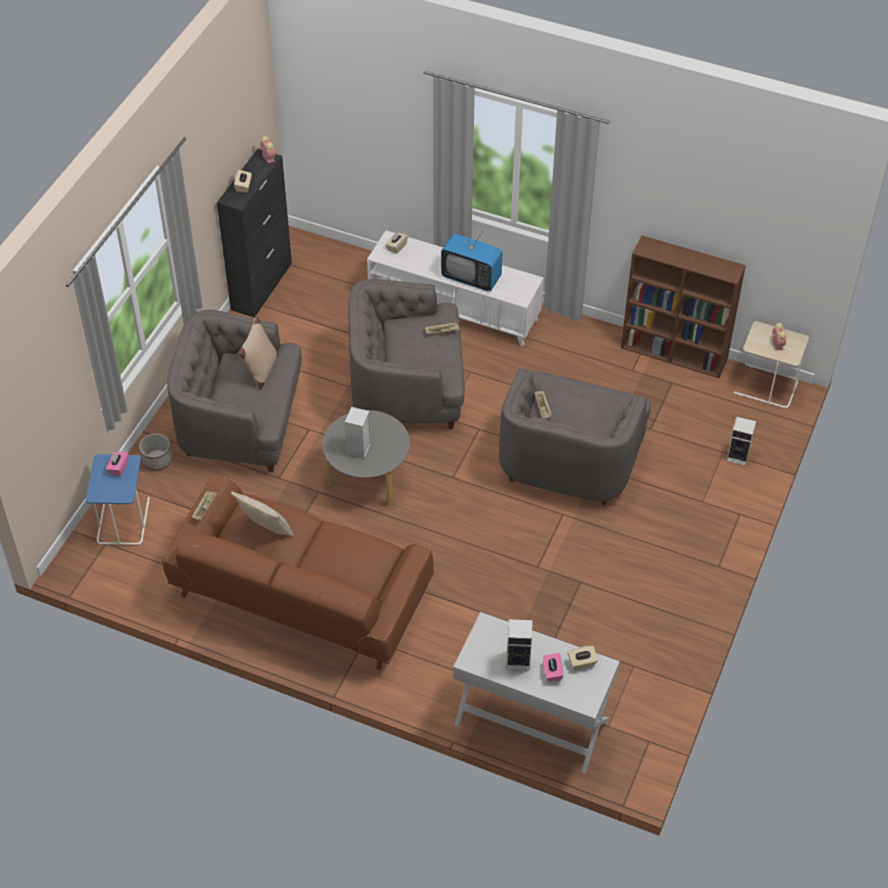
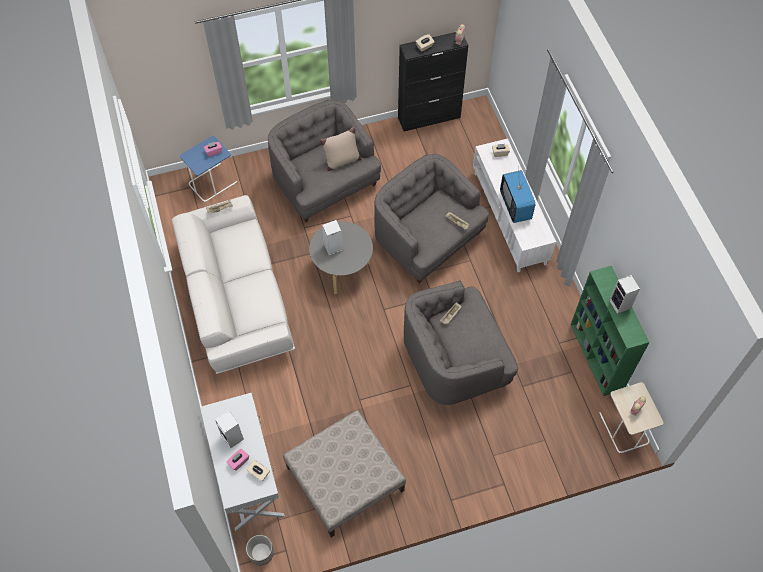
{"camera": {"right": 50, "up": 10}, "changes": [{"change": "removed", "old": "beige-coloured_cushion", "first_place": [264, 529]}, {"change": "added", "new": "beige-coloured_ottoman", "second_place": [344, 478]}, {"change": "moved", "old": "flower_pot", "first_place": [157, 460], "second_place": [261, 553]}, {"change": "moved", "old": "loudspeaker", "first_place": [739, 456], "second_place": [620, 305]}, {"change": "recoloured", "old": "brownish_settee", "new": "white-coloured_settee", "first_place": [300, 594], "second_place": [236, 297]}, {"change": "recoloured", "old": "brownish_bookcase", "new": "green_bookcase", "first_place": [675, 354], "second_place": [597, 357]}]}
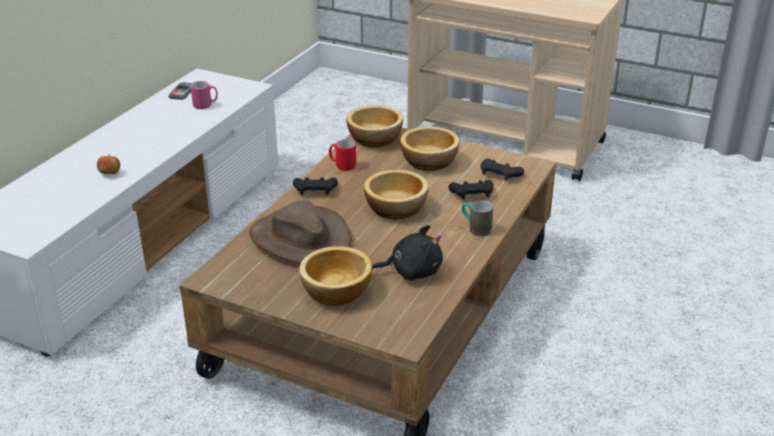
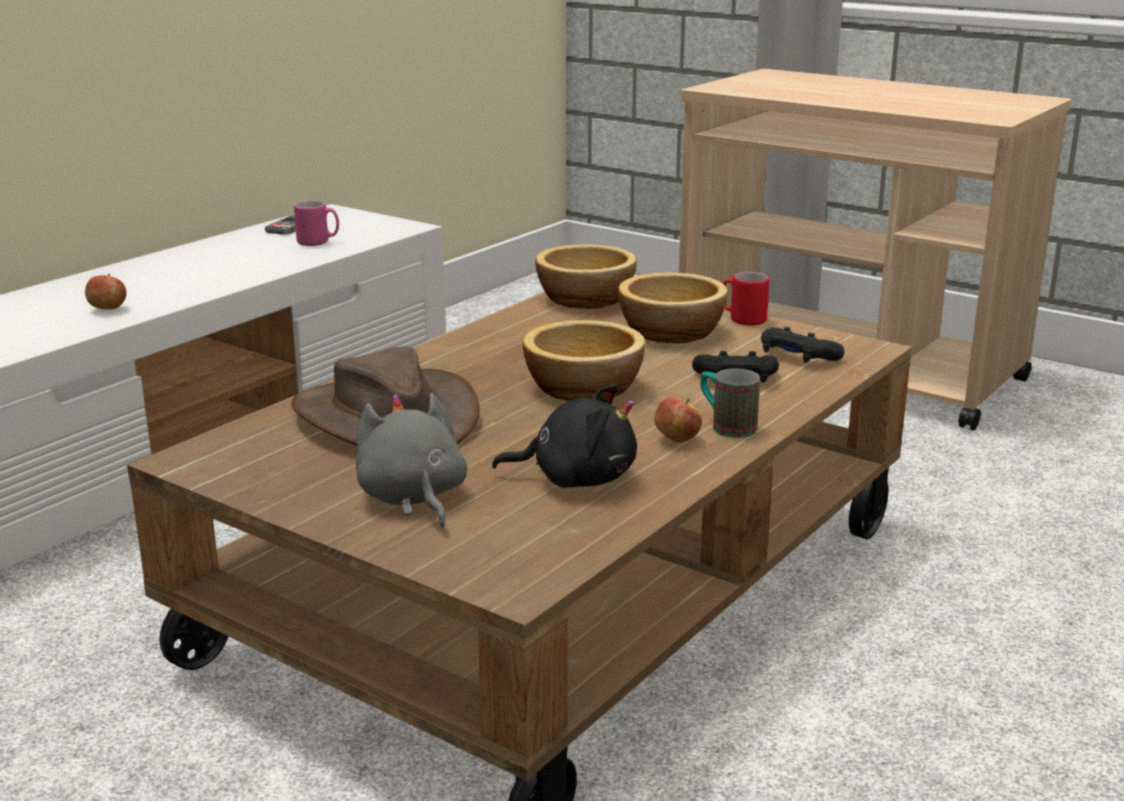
{"camera": {"right": 10, "up": -10}, "changes": [{"change": "removed", "old": "black-coloured_gamepad", "first_place": [315, 191]}, {"change": "added", "new": "whole_apple", "second_place": [676, 440]}, {"change": "moved", "old": "red_mug", "first_place": [342, 166], "second_place": [742, 320]}, {"change": "replaced", "old": "deep_dish", "new": "grey_cuddly_toy", "first_place": [336, 292], "second_place": [412, 498]}]}
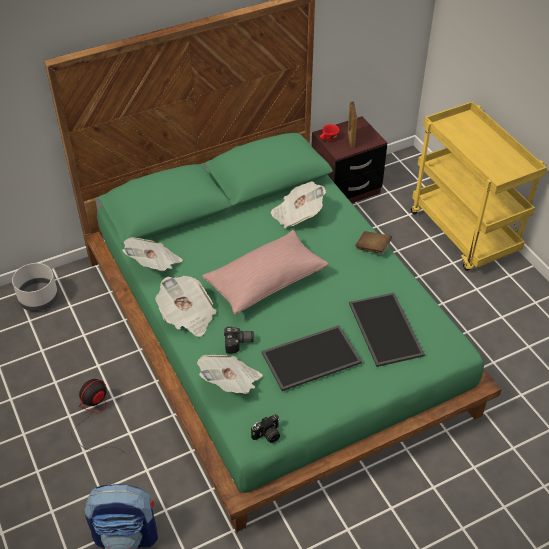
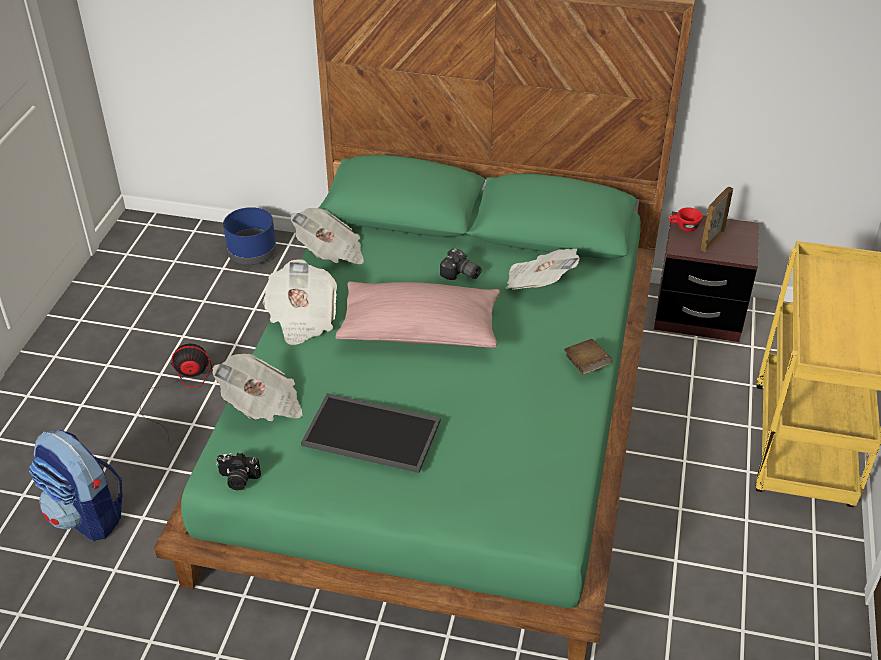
{"camera": {"right": 40, "up": -5}, "changes": [{"change": "removed", "old": "serving_tray", "first_place": [387, 329]}, {"change": "moved", "old": "photo_camera", "first_place": [239, 344], "second_place": [460, 274]}, {"change": "recoloured", "old": "grey_flower_pot", "new": "blue_flower_pot", "first_place": [39, 298], "second_place": [253, 253]}]}
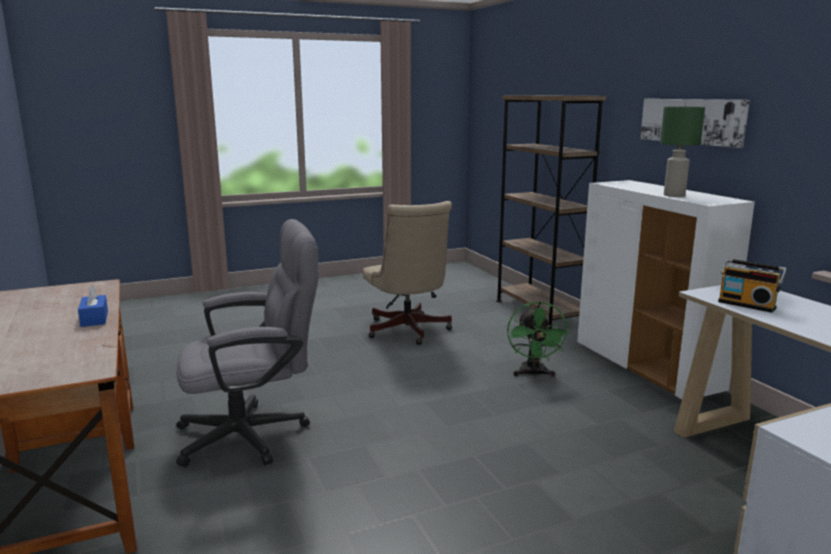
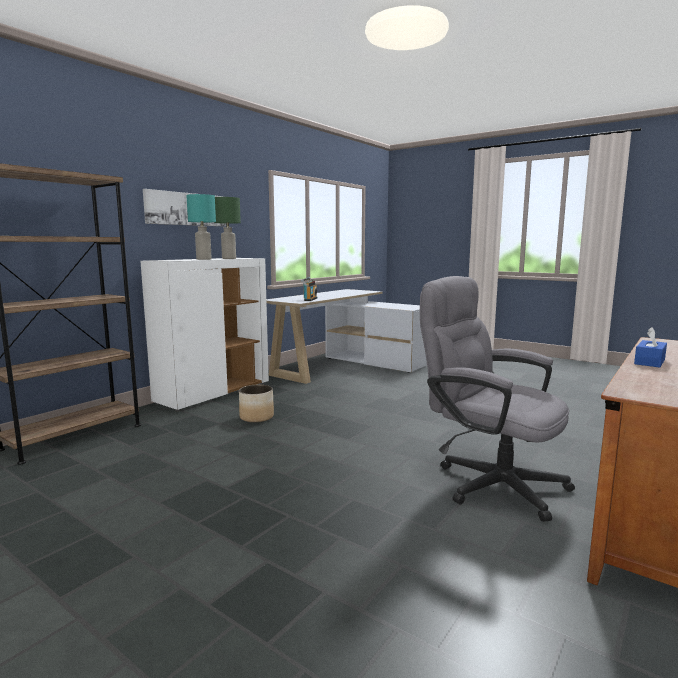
{"camera": {"right": -120, "up": -5}, "changes": [{"change": "removed", "old": "beige-coloured_office_chair", "first_place": [408, 331]}, {"change": "added", "new": "turquoise_table_lamp", "second_place": [204, 259]}, {"change": "replaced", "old": "green_fan", "new": "flower_pot", "first_place": [533, 374], "second_place": [256, 417]}]}
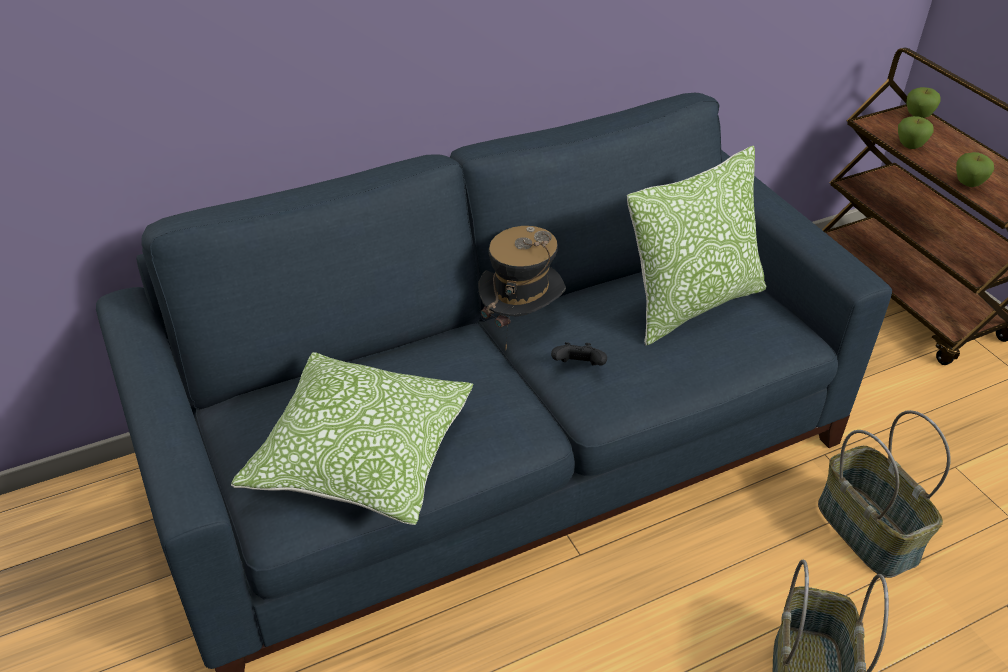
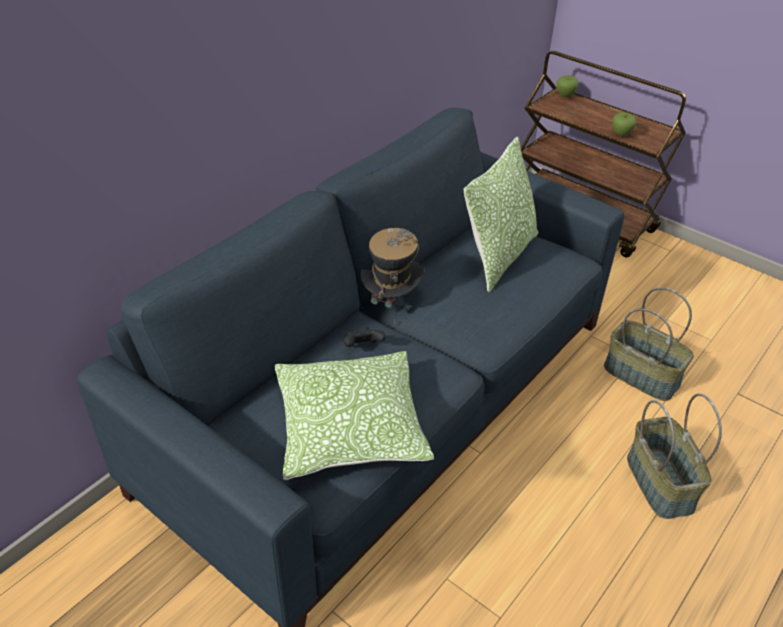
{"camera": {"right": -25, "up": 0}, "changes": [{"change": "removed", "old": "whole_apple", "first_place": [910, 146]}, {"change": "moved", "old": "black-coloured_gamepad", "first_place": [578, 367], "second_place": [363, 347]}]}
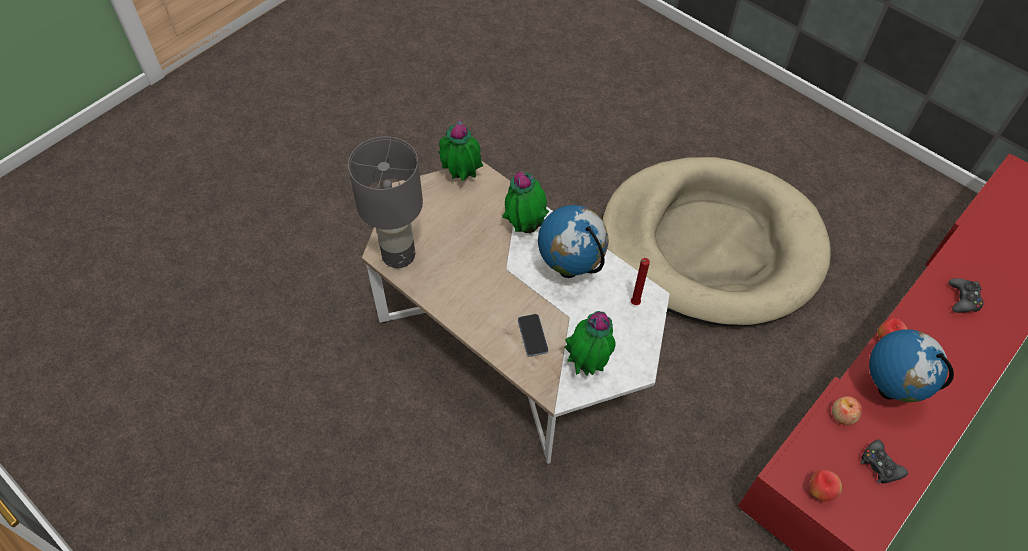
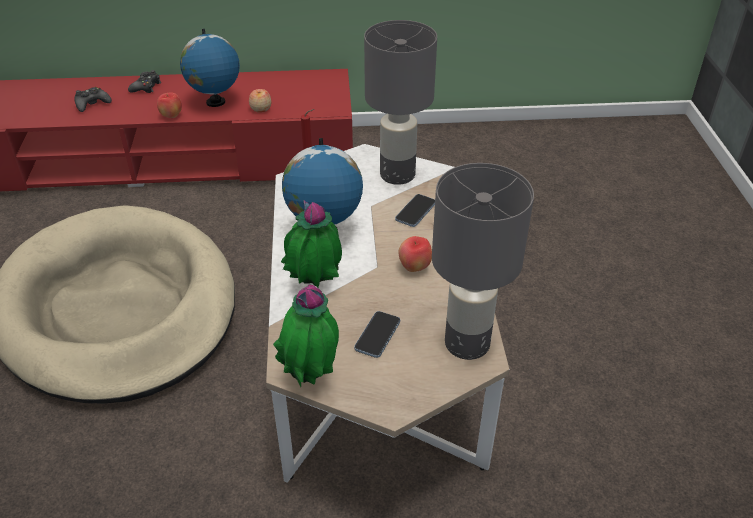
{"camera": {"right": -135, "up": -15}, "changes": [{"change": "added", "new": "telephone", "second_place": [377, 335]}, {"change": "moved", "old": "whole_apple", "first_place": [820, 491], "second_place": [414, 267]}, {"change": "moved", "old": "black-coloured_gamepad", "first_place": [880, 465], "second_place": [146, 87]}, {"change": "replaced", "old": "houseplant", "new": "grey_table_lamp", "first_place": [588, 365], "second_place": [397, 174]}]}
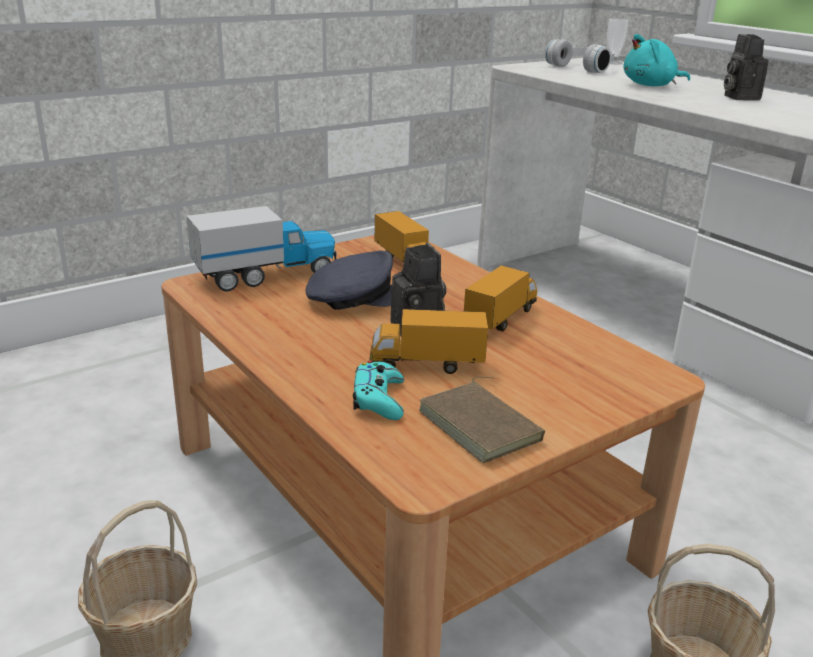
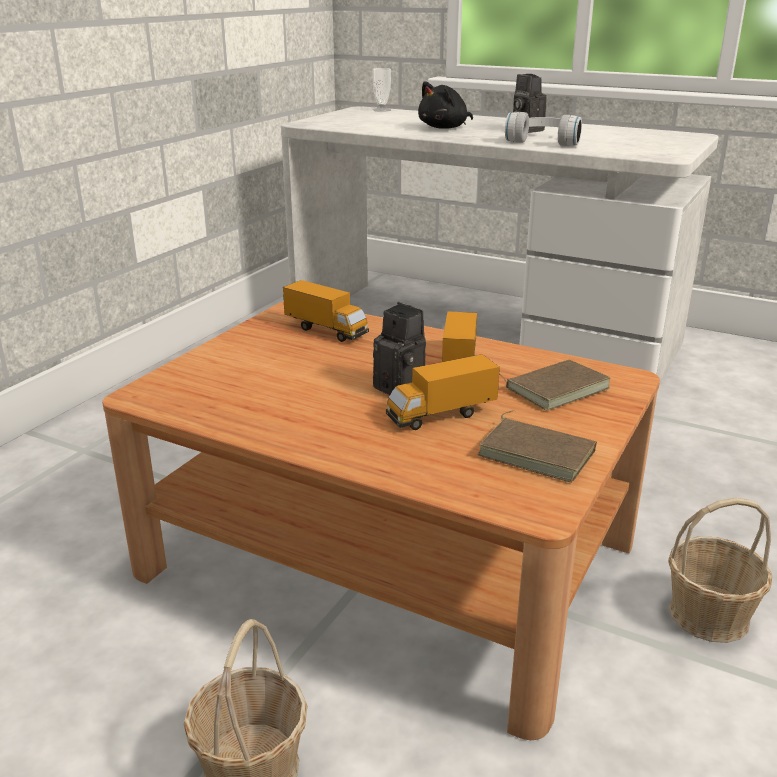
{"camera": {"right": -25, "up": 0}, "changes": [{"change": "removed", "old": "toy_lorry", "first_place": [267, 275]}, {"change": "removed", "old": "grey_cap", "first_place": [352, 298]}, {"change": "removed", "old": "turquoise_gamepad", "first_place": [379, 399]}, {"change": "added", "new": "brownish_volume", "second_place": [555, 388]}, {"change": "moved", "old": "white-coloured_headset", "first_place": [584, 68], "second_place": [545, 141]}, {"change": "recoloured", "old": "turquoise_cuddly_toy", "new": "black-coloured_cuddly_toy", "first_place": [651, 85], "second_place": [445, 128]}]}
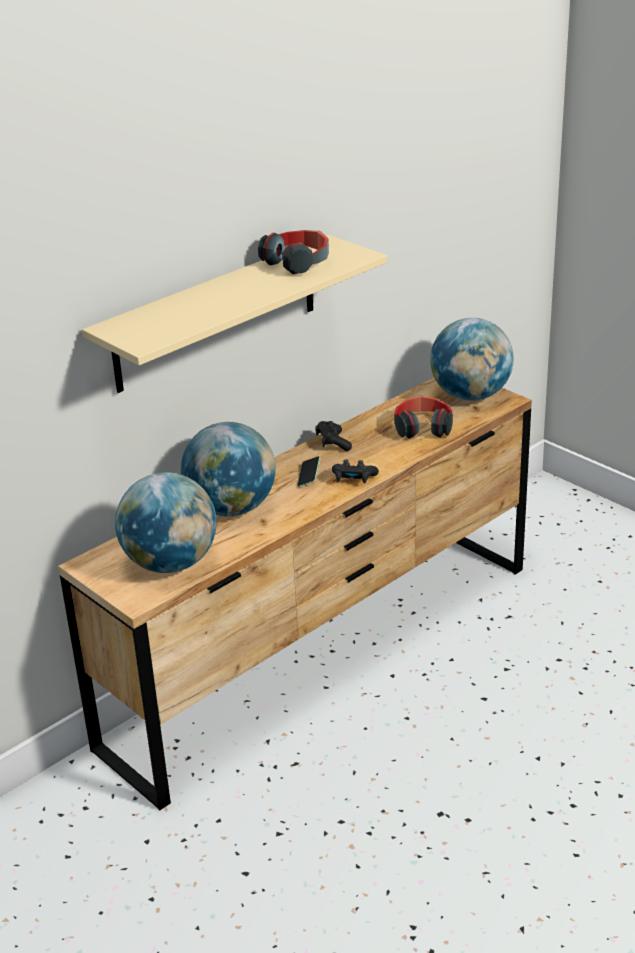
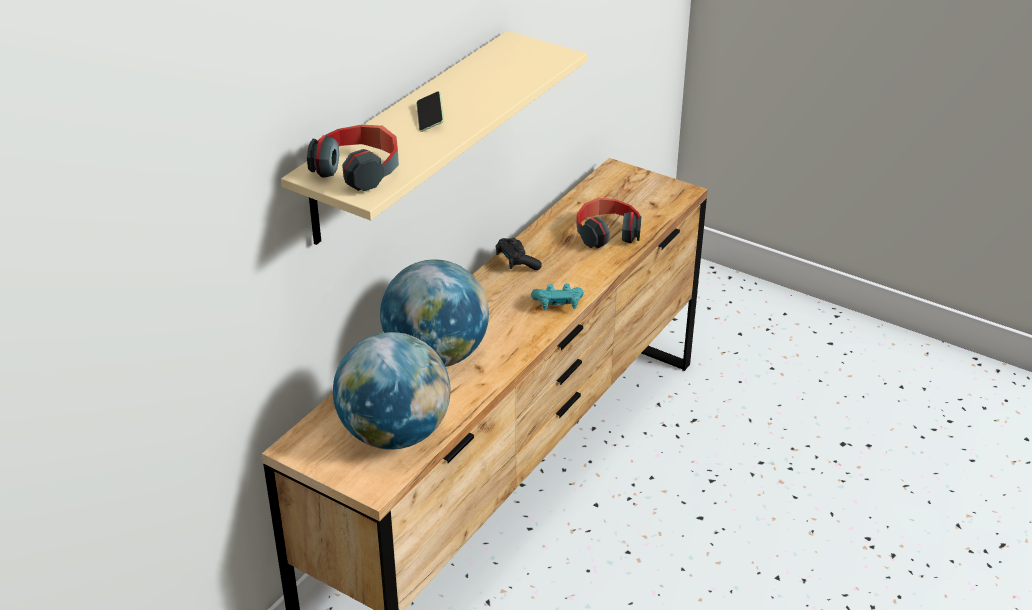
{"camera": {"right": -15, "up": 5}, "changes": [{"change": "removed", "old": "globe", "first_place": [470, 396]}, {"change": "moved", "old": "headset", "first_place": [298, 262], "second_place": [359, 170]}, {"change": "moved", "old": "telephone", "first_place": [309, 477], "second_place": [430, 118]}, {"change": "recoloured", "old": "black-coloured_gamepad", "new": "turquoise_gamepad", "first_place": [353, 479], "second_place": [558, 304]}]}
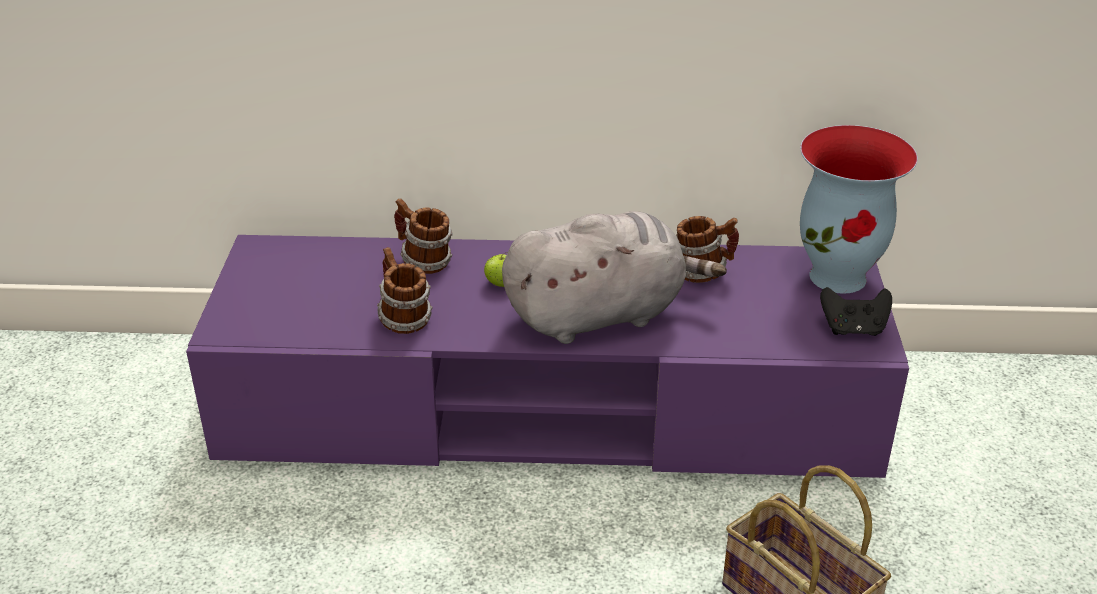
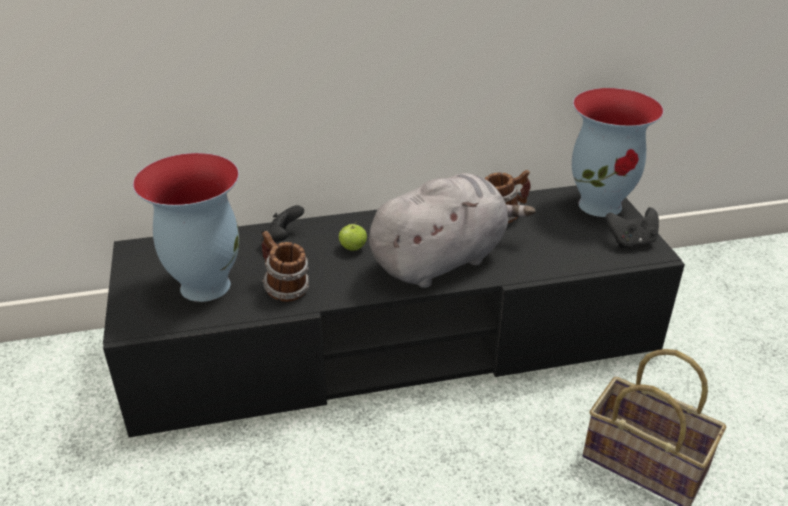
{"camera": {"right": -15, "up": 0}, "changes": [{"change": "added", "new": "decorative_vase", "second_place": [204, 285]}, {"change": "replaced", "old": "mug", "new": "black-coloured_gamepad", "first_place": [423, 262], "second_place": [282, 240]}, {"change": "recoloured", "old": "purplish_tv_stand", "new": "black-coloured_tv_stand", "first_place": [548, 410], "second_place": [394, 343]}]}
